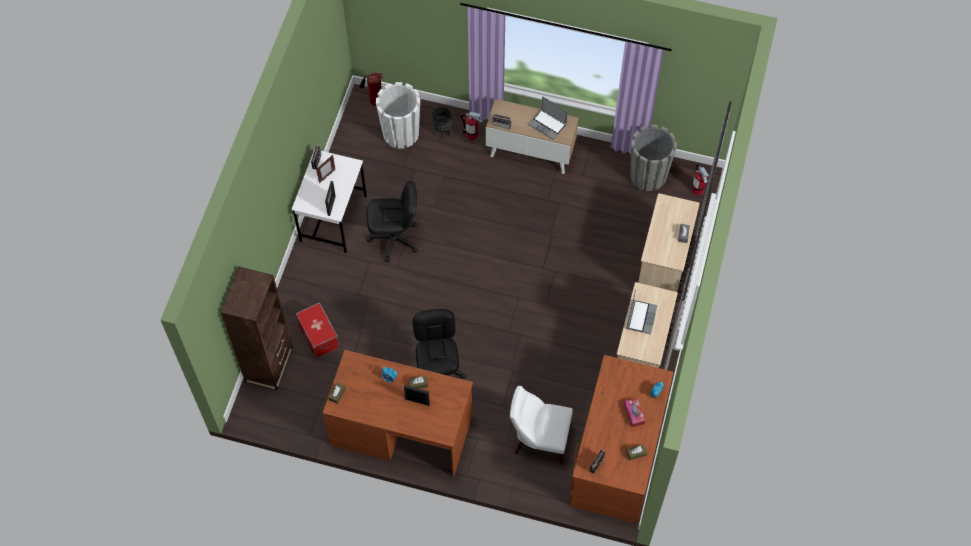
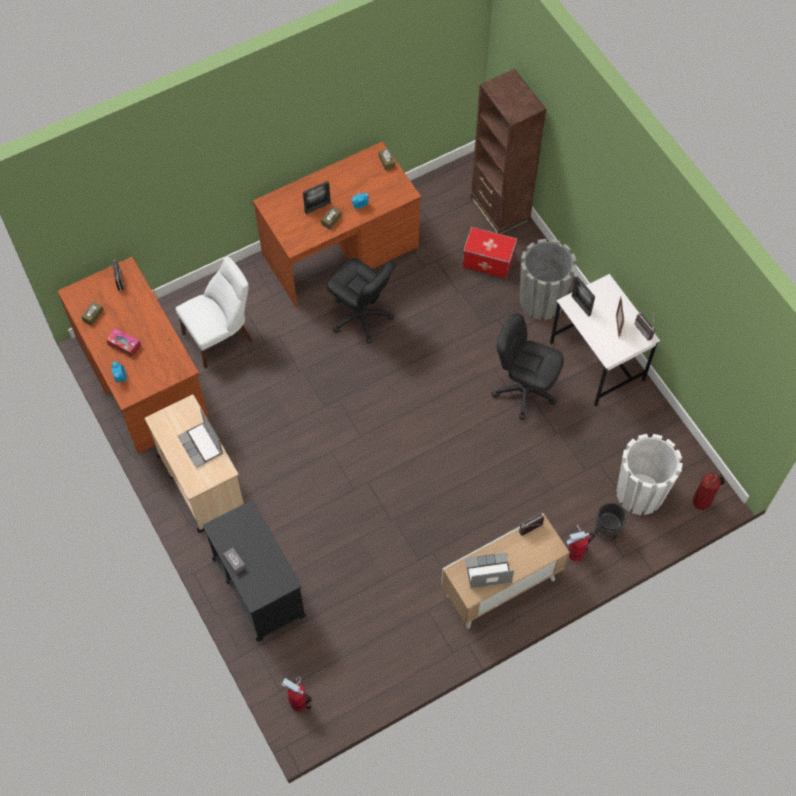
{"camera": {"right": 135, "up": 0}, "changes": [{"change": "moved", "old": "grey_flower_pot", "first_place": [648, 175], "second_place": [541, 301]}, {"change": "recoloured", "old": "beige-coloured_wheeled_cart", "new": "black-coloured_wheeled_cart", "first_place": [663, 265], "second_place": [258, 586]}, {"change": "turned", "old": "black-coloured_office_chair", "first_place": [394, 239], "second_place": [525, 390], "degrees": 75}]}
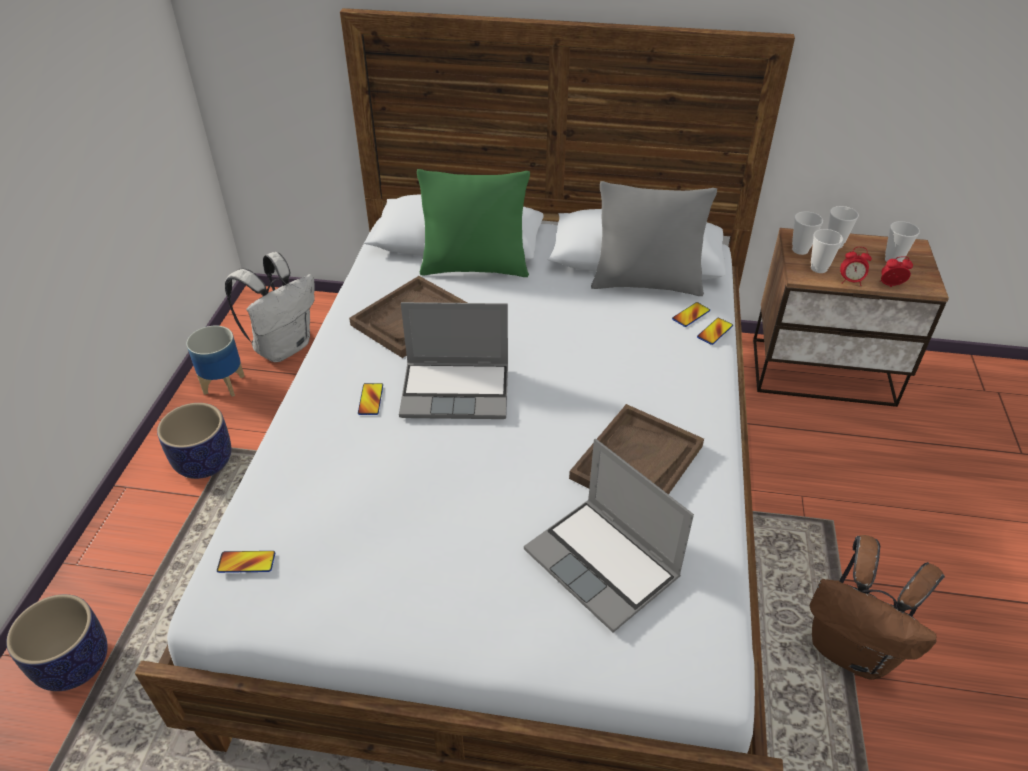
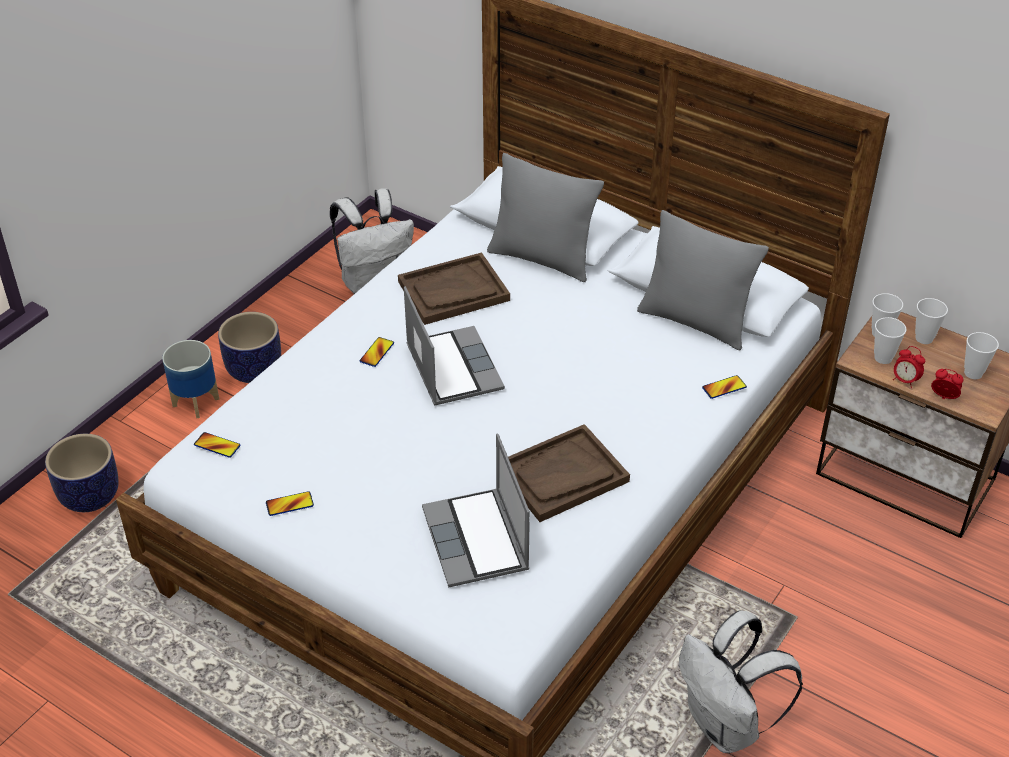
{"camera": {"right": 25, "up": 0}, "changes": [{"change": "moved", "old": "flower_pot", "first_place": [224, 384], "second_place": [196, 402]}, {"change": "moved", "old": "telephone", "first_place": [691, 315], "second_place": [289, 504]}, {"change": "recoloured", "old": "green_cushion", "new": "grey_cushion", "first_place": [475, 267], "second_place": [542, 259]}, {"change": "recoloured", "old": "brownish_backpack", "new": "white-coloured_backpack", "first_place": [852, 650], "second_place": [727, 726]}, {"change": "turned", "old": "portable_computer", "first_place": [457, 391], "second_place": [452, 367], "degrees": -135}]}
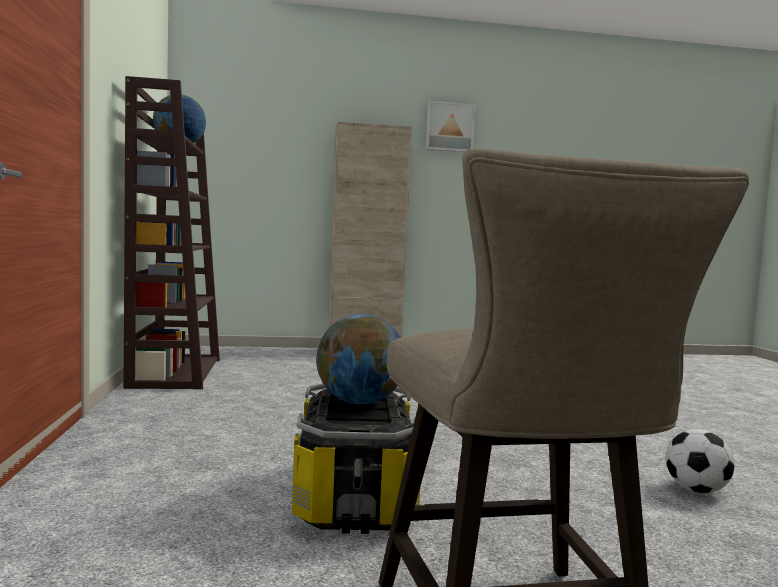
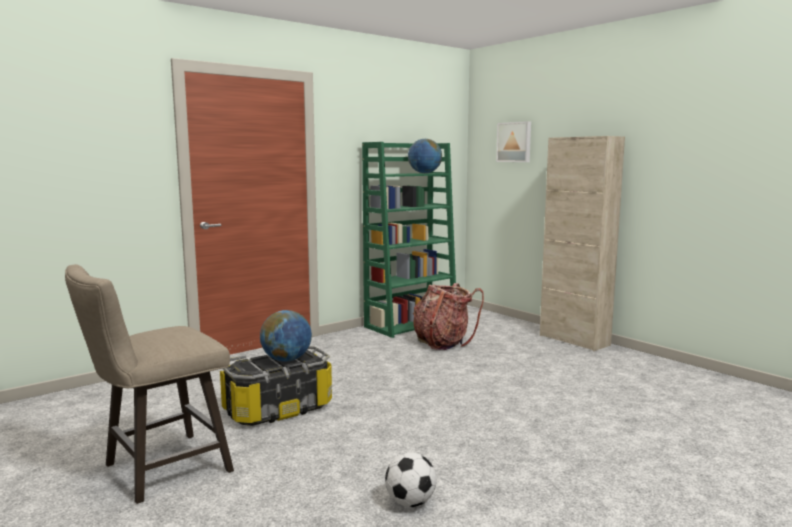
{"camera": {"right": 60, "up": 5}, "changes": [{"change": "added", "new": "backpack", "second_place": [443, 342]}, {"change": "moved", "old": "picture", "first_place": [449, 127], "second_place": [514, 142]}, {"change": "recoloured", "old": "brownish_bookcase", "new": "green_bookcase", "first_place": [175, 372], "second_place": [411, 324]}]}
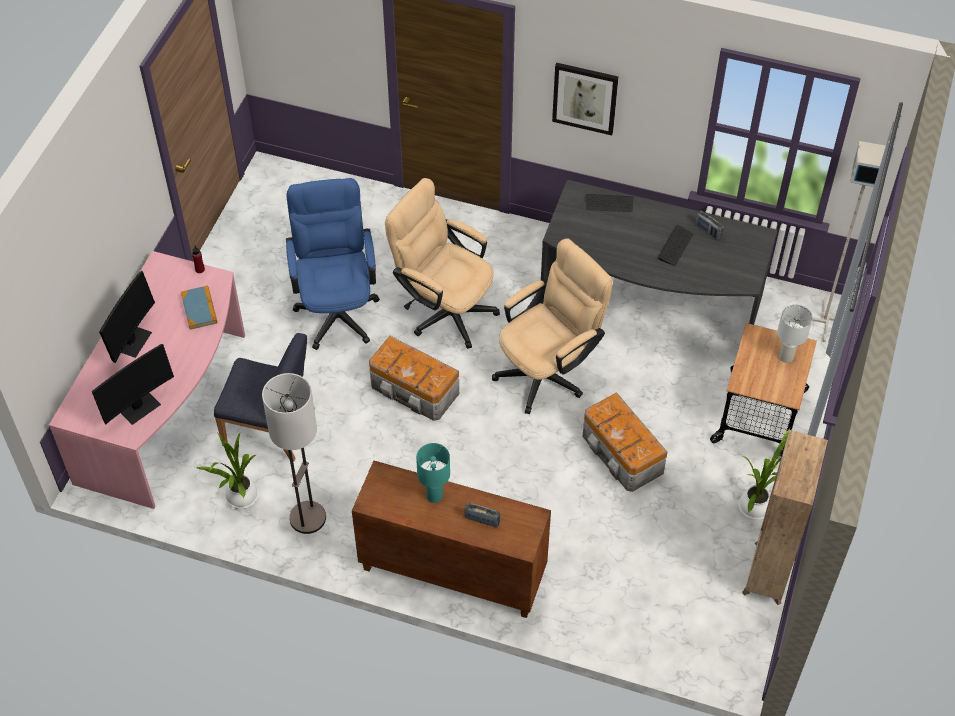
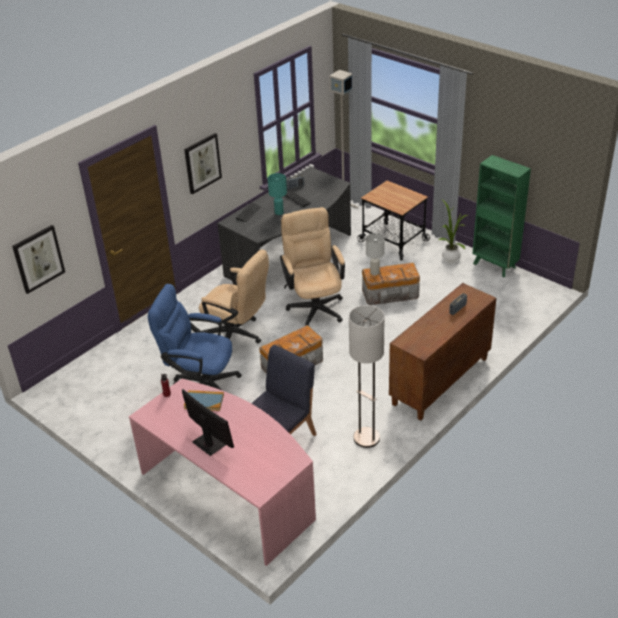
{"camera": {"right": -65, "up": -15}, "changes": [{"change": "removed", "old": "computer_display", "first_place": [138, 406]}, {"change": "removed", "old": "houseplant", "first_place": [240, 498]}, {"change": "added", "new": "picture", "second_place": [38, 258]}, {"change": "moved", "old": "turquoise_table_lamp", "first_place": [434, 496], "second_place": [279, 212]}, {"change": "moved", "old": "white-coloured_table_lamp", "first_place": [785, 357], "second_place": [375, 272]}, {"change": "recoloured", "old": "brownish_bookcase", "new": "green_bookcase", "first_place": [767, 574], "second_place": [495, 266]}, {"change": "turned", "old": "beige-coloured_office_chair", "first_place": [444, 309], "second_place": [237, 336], "degrees": -120}]}
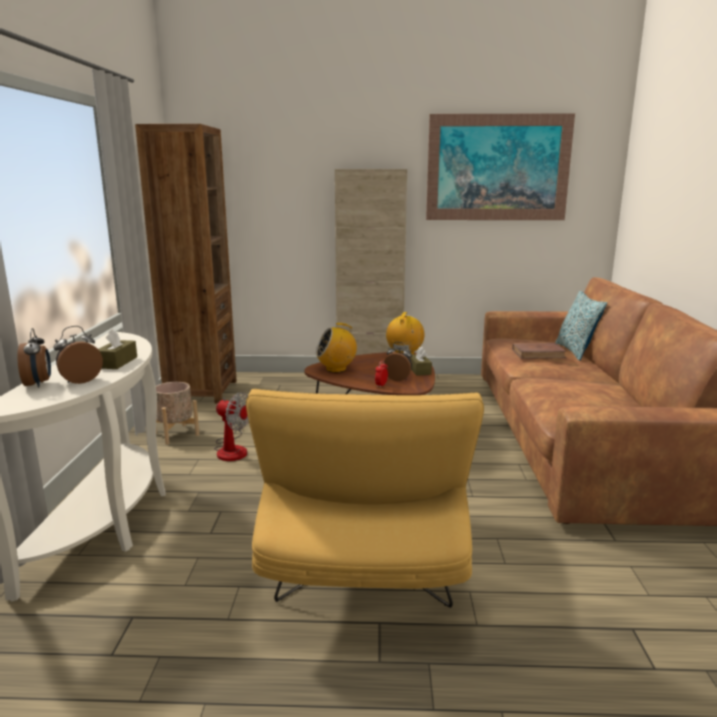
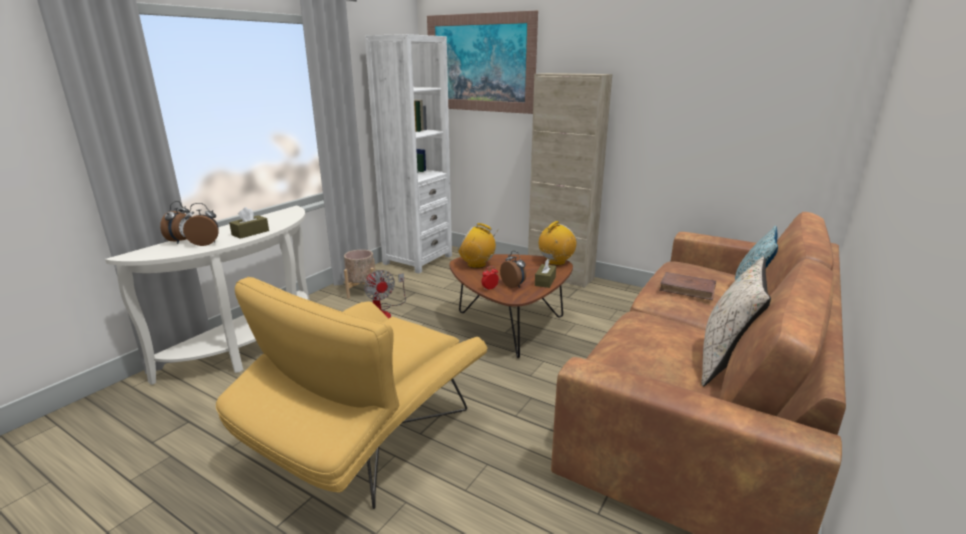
{"camera": {"right": 30, "up": 5}, "changes": [{"change": "added", "new": "beige-coloured_cushion", "second_place": [725, 361]}, {"change": "moved", "old": "picture", "first_place": [498, 168], "second_place": [479, 63]}, {"change": "recoloured", "old": "brownish_bookcase", "new": "white-coloured_bookcase", "first_place": [201, 391], "second_place": [417, 260]}]}
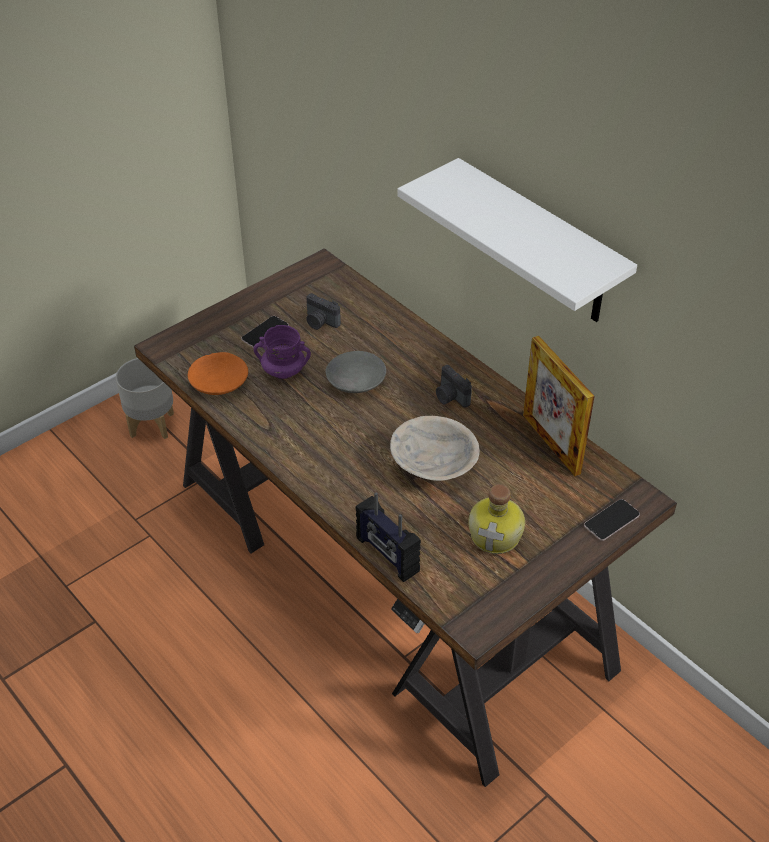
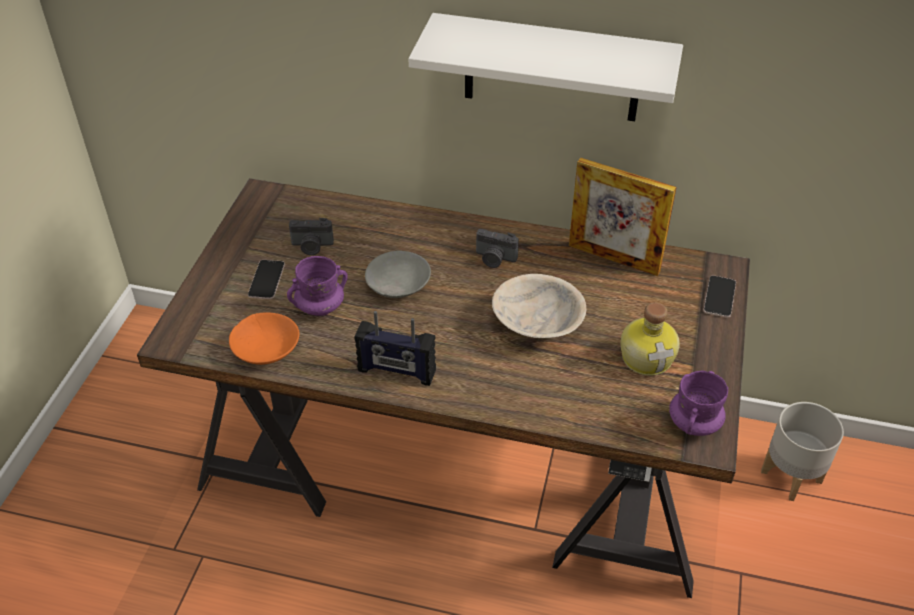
{"camera": {"right": -35, "up": 0}, "changes": [{"change": "added", "new": "purplish_mug", "second_place": [694, 423]}, {"change": "moved", "old": "grey_flower_pot", "first_place": [152, 424], "second_place": [790, 475]}, {"change": "moved", "old": "radio", "first_place": [386, 555], "second_place": [396, 371]}]}
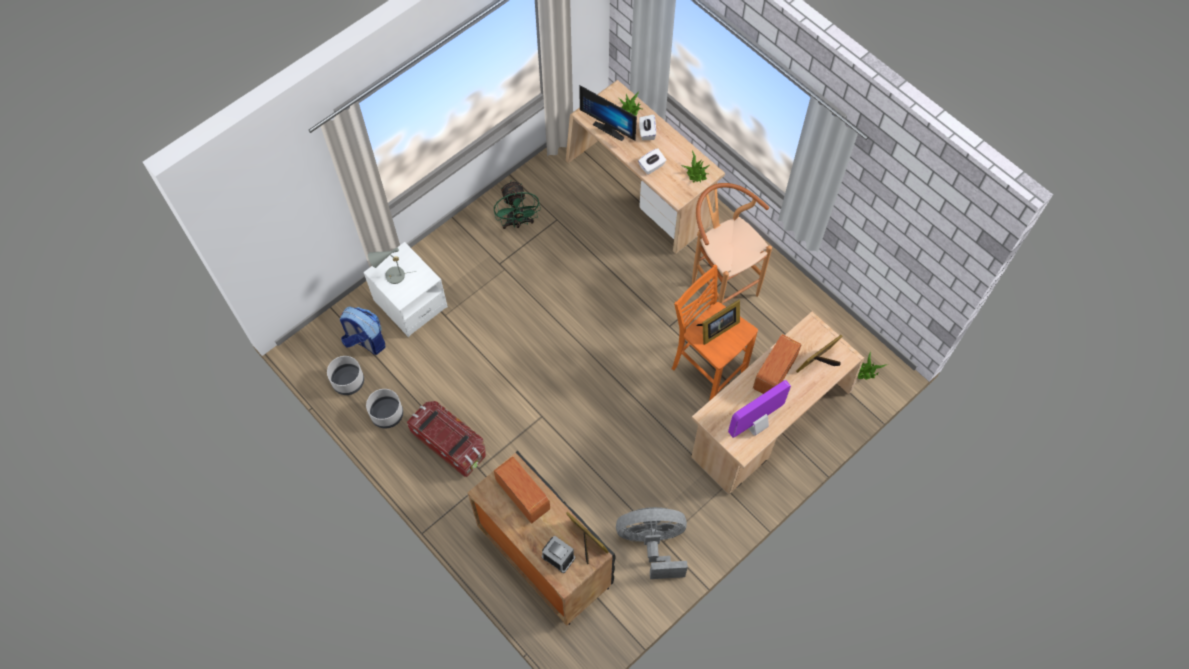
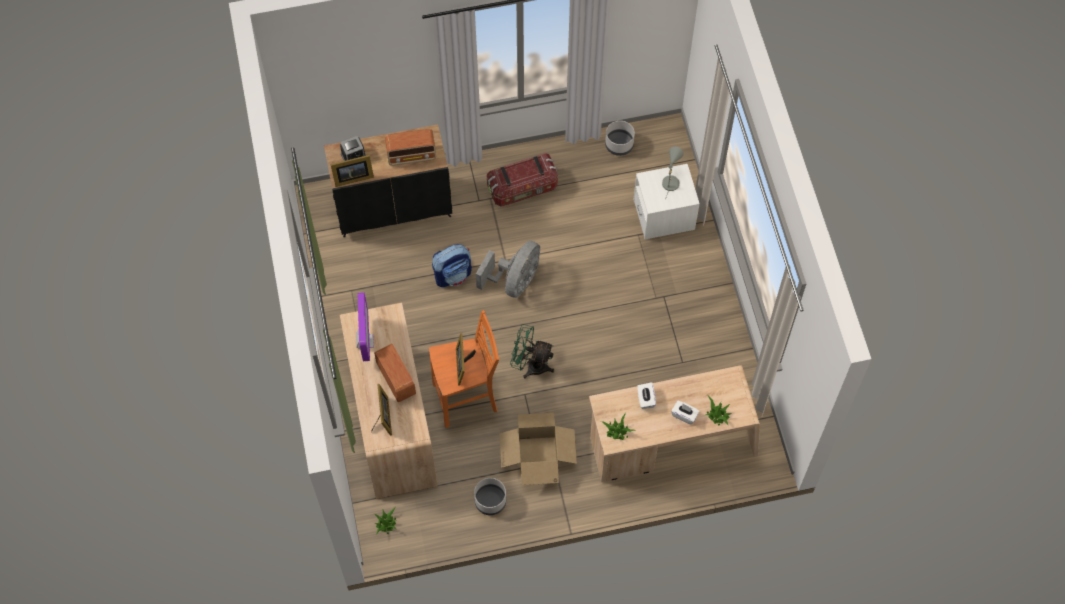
{"camera": {"right": 120, "up": 0}, "changes": [{"change": "removed", "old": "computer_display", "first_place": [610, 128]}, {"change": "moved", "old": "backpack", "first_place": [365, 341], "second_place": [453, 275]}, {"change": "moved", "old": "grey_flower_pot", "first_place": [387, 414], "second_place": [490, 501]}, {"change": "moved", "old": "green_fan", "first_place": [517, 223], "second_place": [531, 365]}, {"change": "moved", "old": "grey_fan", "first_place": [653, 544], "second_place": [514, 281]}, {"change": "replaced", "old": "brownish_stool_seat", "new": "packing_box", "first_place": [719, 286], "second_place": [538, 455]}]}
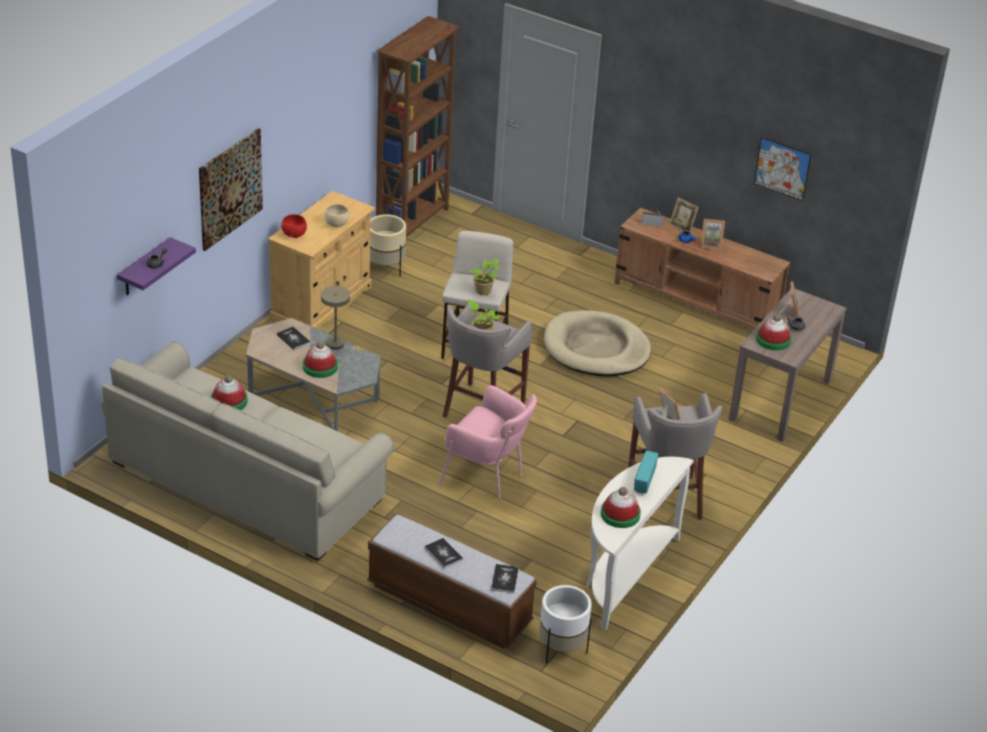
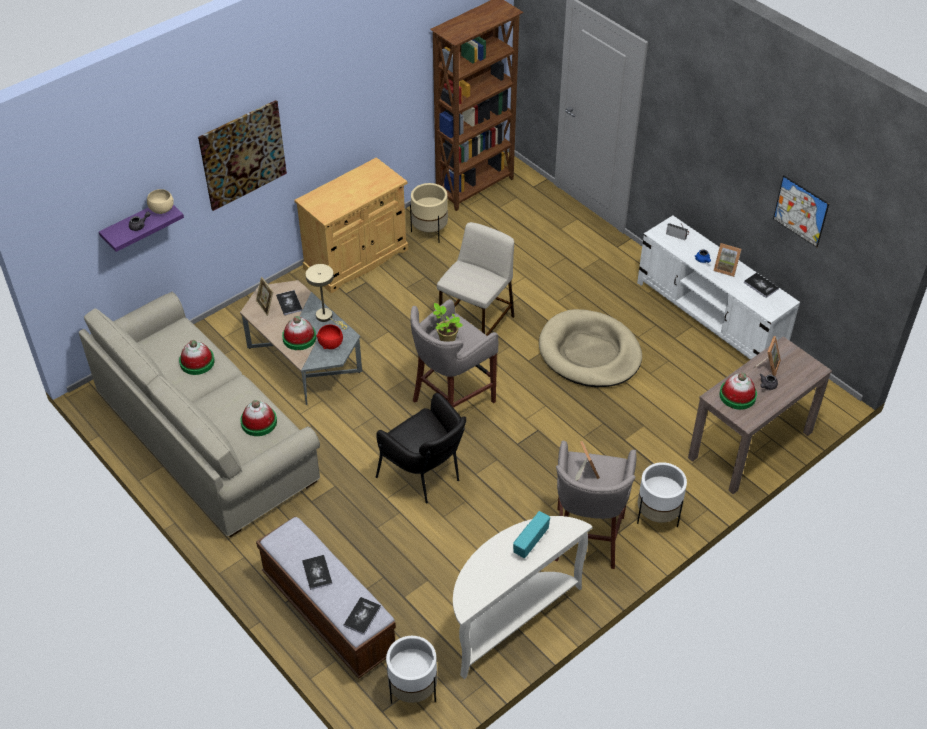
{"camera": {"right": 20, "up": 10}, "changes": [{"change": "removed", "old": "houseplant", "first_place": [484, 291]}, {"change": "added", "new": "white-coloured_flower_pot", "second_place": [657, 516]}, {"change": "added", "new": "volume", "second_place": [761, 285]}, {"change": "moved", "old": "red_deep_dish", "first_place": [294, 234], "second_place": [331, 344]}, {"change": "moved", "old": "beige-coloured_deep_dish", "first_place": [336, 224], "second_place": [161, 210]}, {"change": "moved", "old": "hat", "first_place": [620, 514], "second_place": [259, 422]}, {"change": "moved", "old": "picture_frame", "first_place": [682, 227], "second_place": [266, 306]}, {"change": "recoloured", "old": "pinkish_lounge_chair", "new": "black-coloured_lounge_chair", "first_place": [487, 477], "second_place": [426, 476]}, {"change": "recoloured", "old": "brownish_tv_stand", "new": "white-coloured_tv_stand", "first_place": [697, 301], "second_place": [710, 316]}]}
